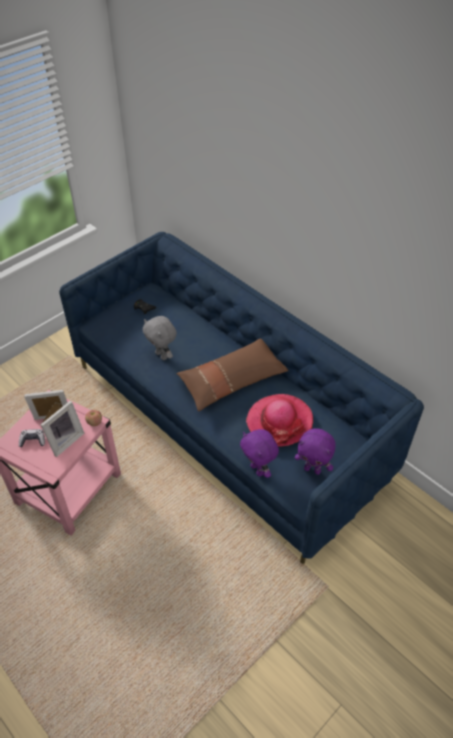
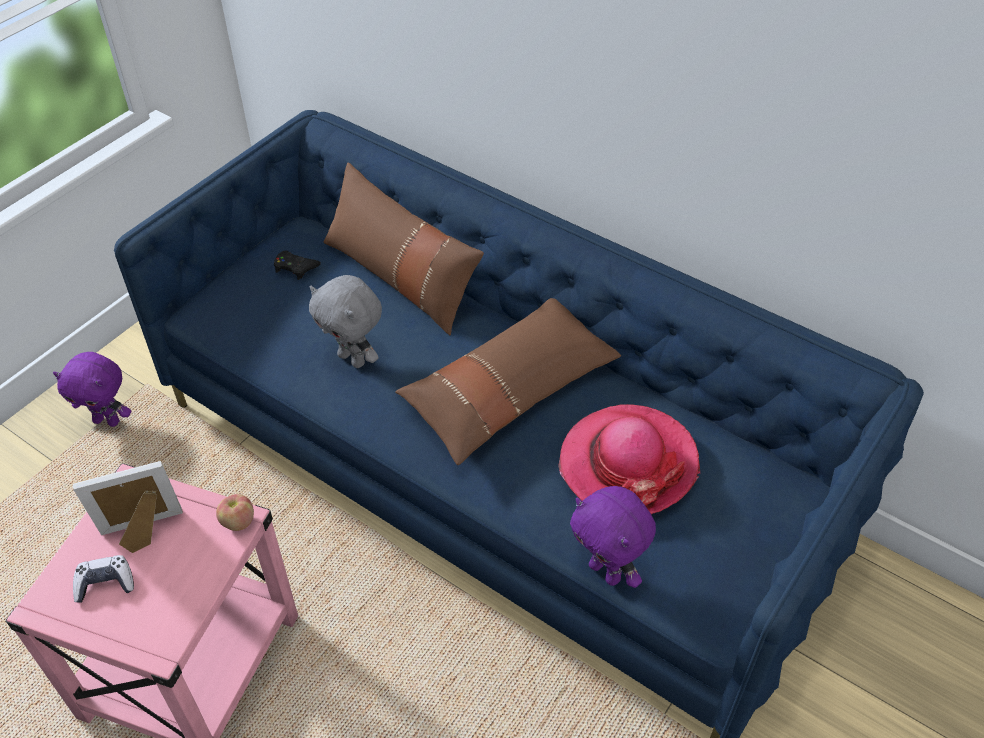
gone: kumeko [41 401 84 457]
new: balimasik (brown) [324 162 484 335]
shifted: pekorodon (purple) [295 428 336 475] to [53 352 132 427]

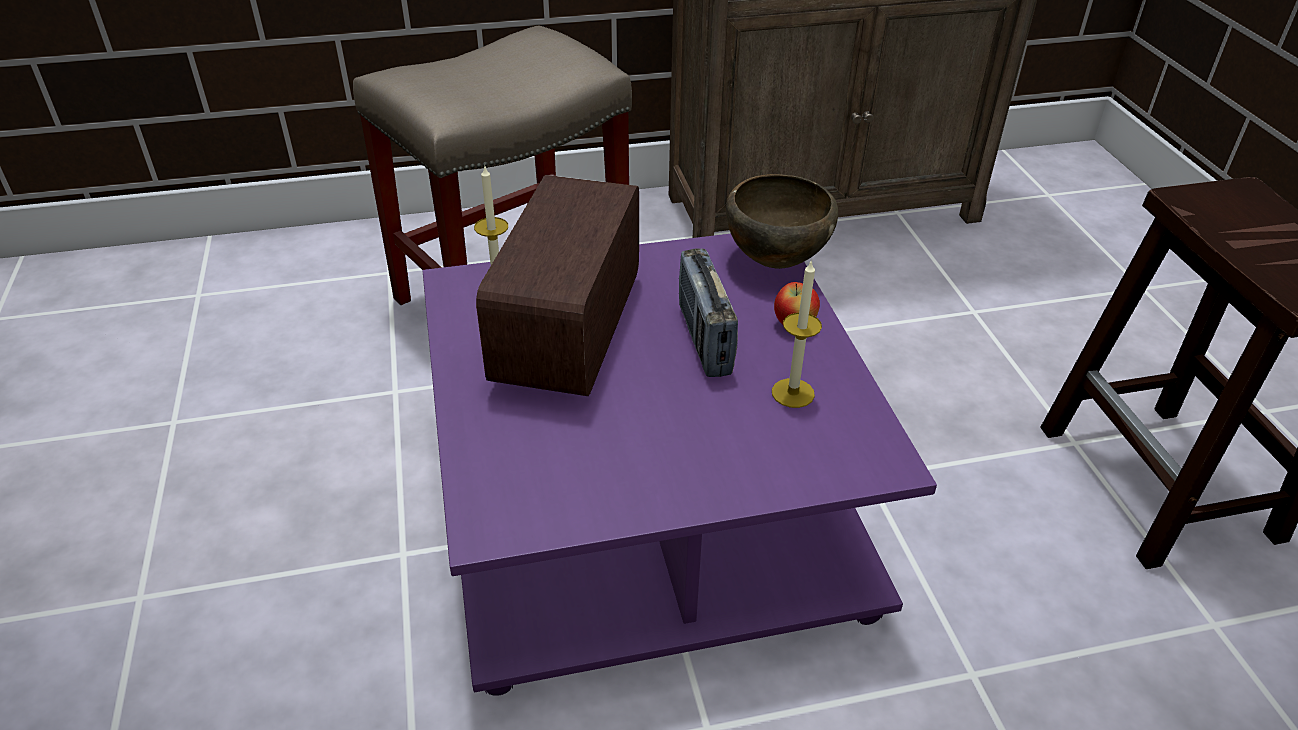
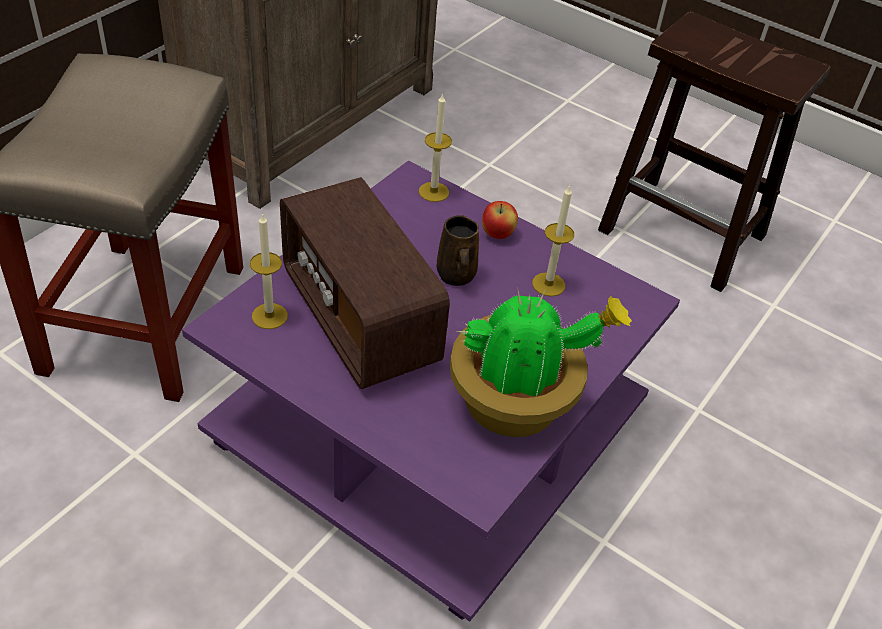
new: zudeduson [450 291 632 437]
swapped: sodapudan [679 248 738 377] to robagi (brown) [437 215 479 286]; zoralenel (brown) [726 174 838 269] to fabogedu [419 93 452 202]

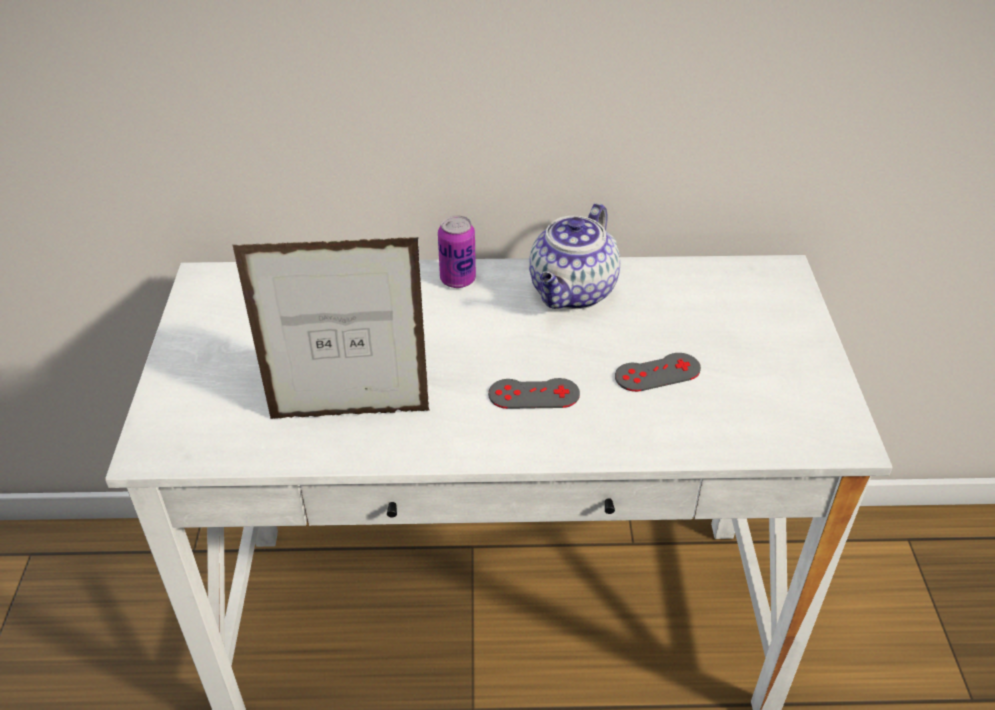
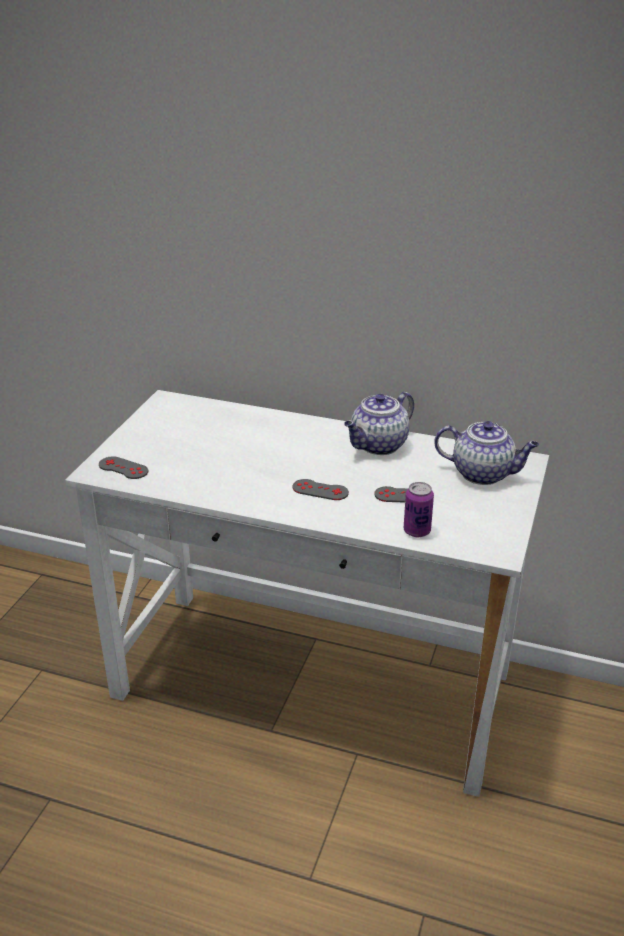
gone: kumeko [232 237 430 419]
new: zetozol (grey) [99 456 148 479]; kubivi [434 421 539 485]
shifted: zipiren [438 215 476 288] to [404 482 434 537]

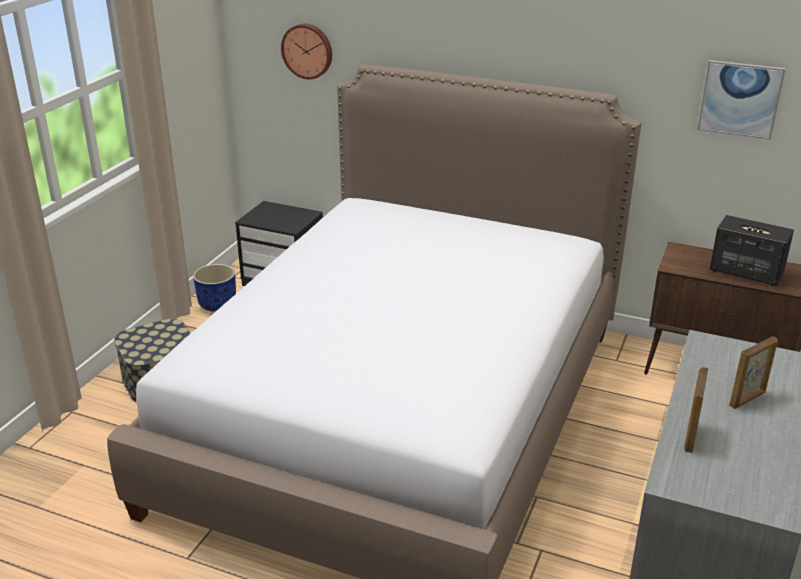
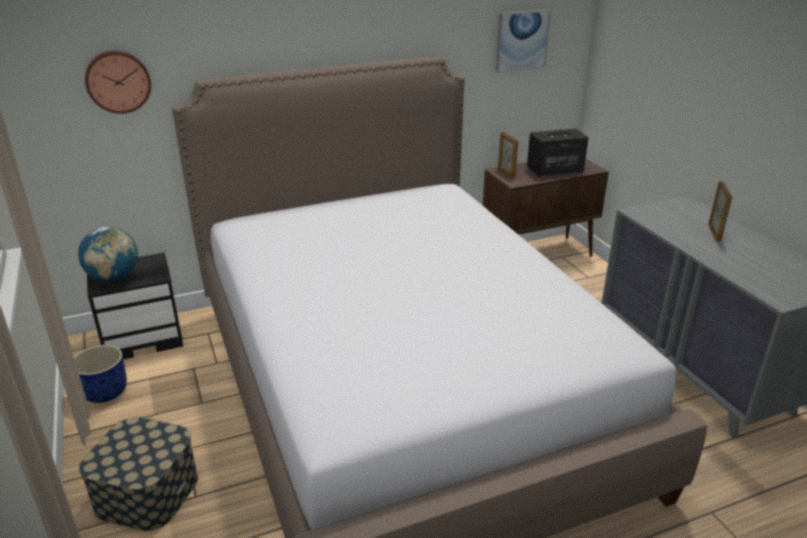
new: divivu [78 226 138 282]
shifted: kumeko [684 367 709 453] to [498 132 519 178]

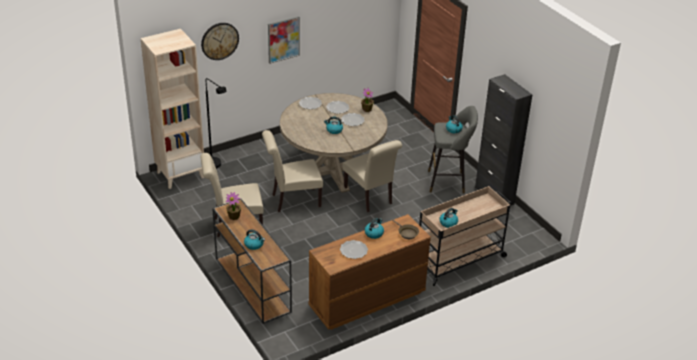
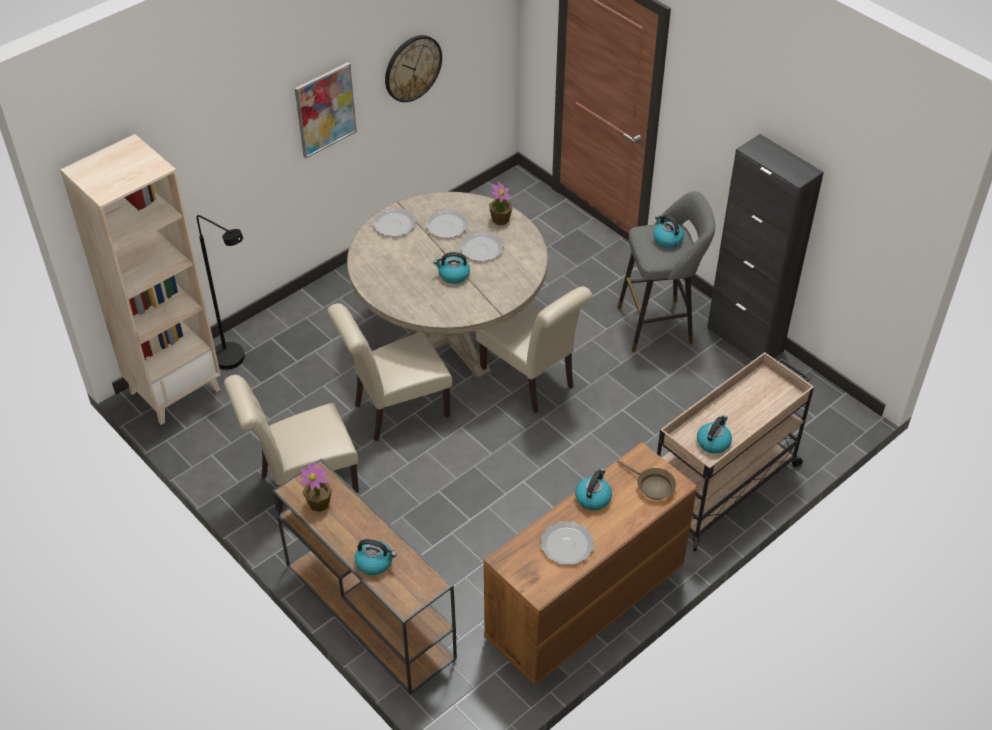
shifted: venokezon [201 23 239 60] to [385 35 442 102]

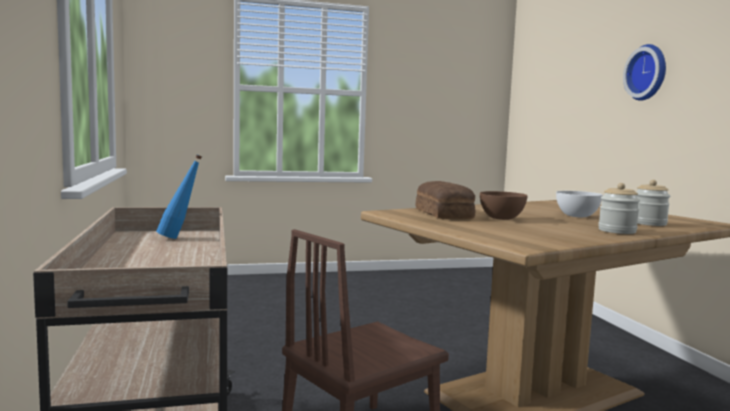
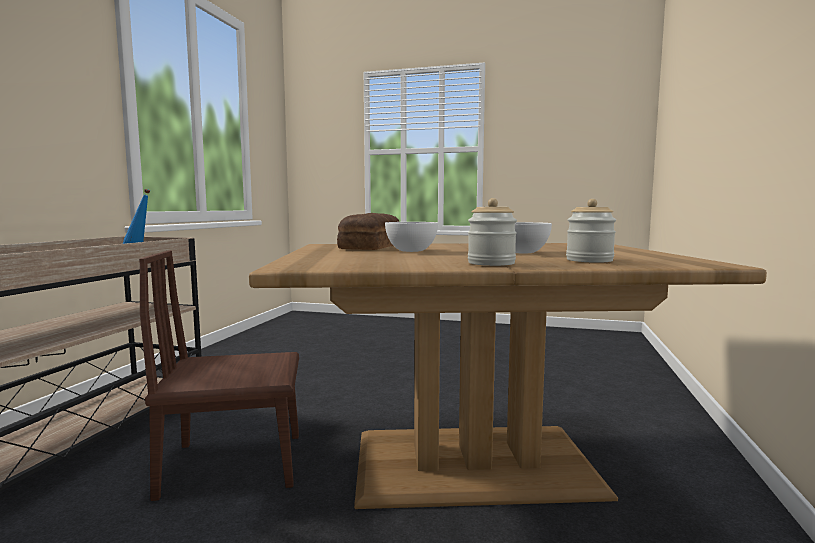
gone: venokezon [623 44 666 101]
repainted: zoralenel (brown) [480 191 527 220] to zoralenel (white) [385 222 438 252]

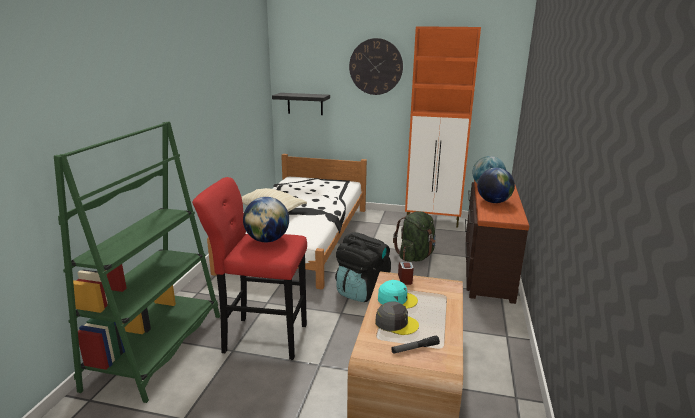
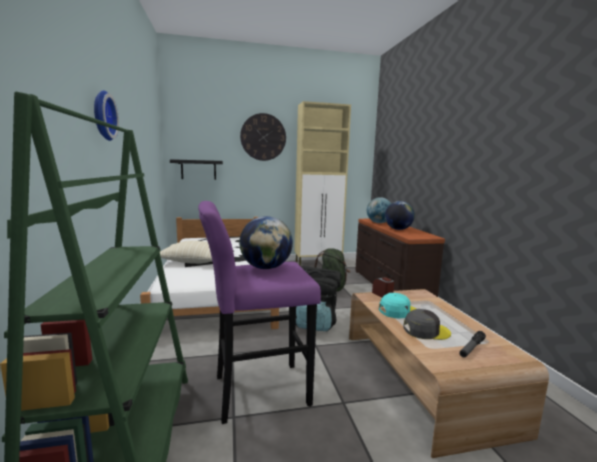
new: venokezon [94 90 119 141]
repainted: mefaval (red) [192 177 307 360] to mefaval (purple) [198 201 321 424]; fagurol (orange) [405 26 481 228] to fagurol (beige) [294 101 351 266]

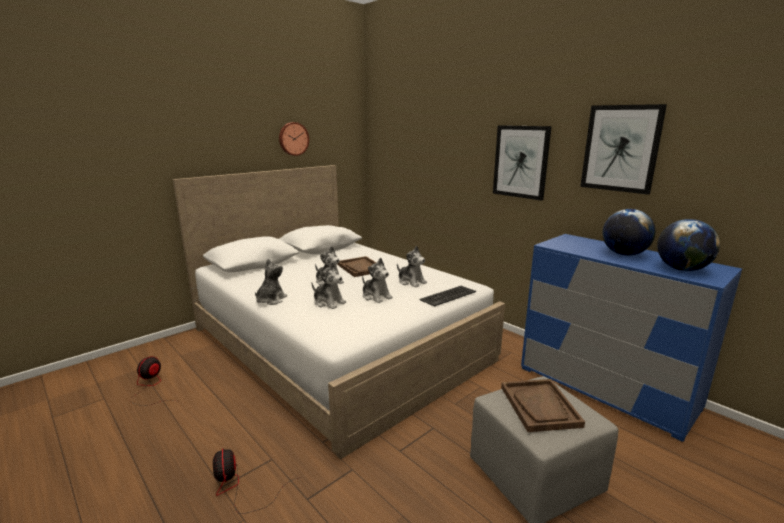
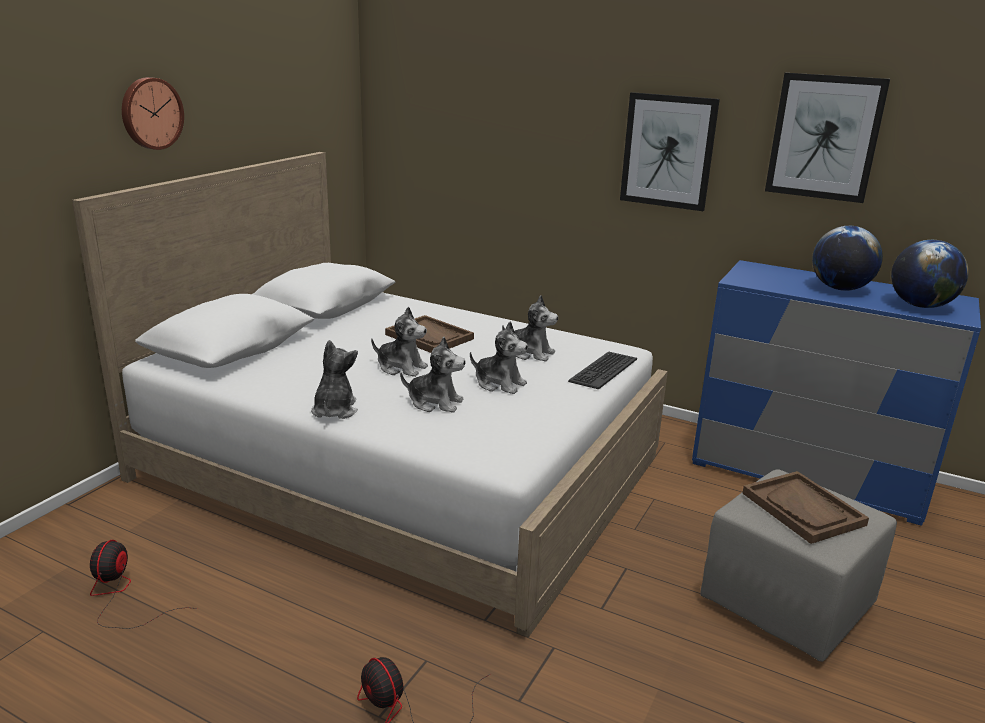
shifted: venokezon [279 122 309 156] to [122 77 184 150]

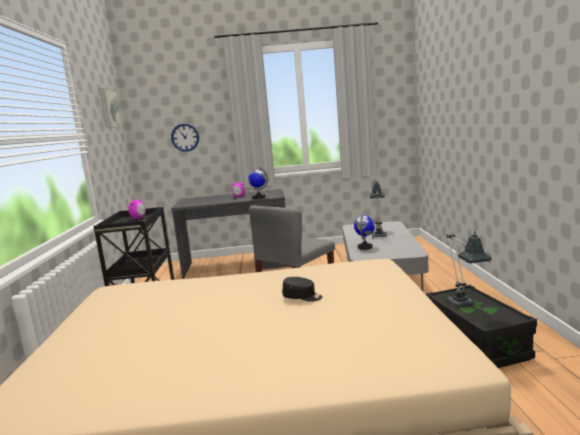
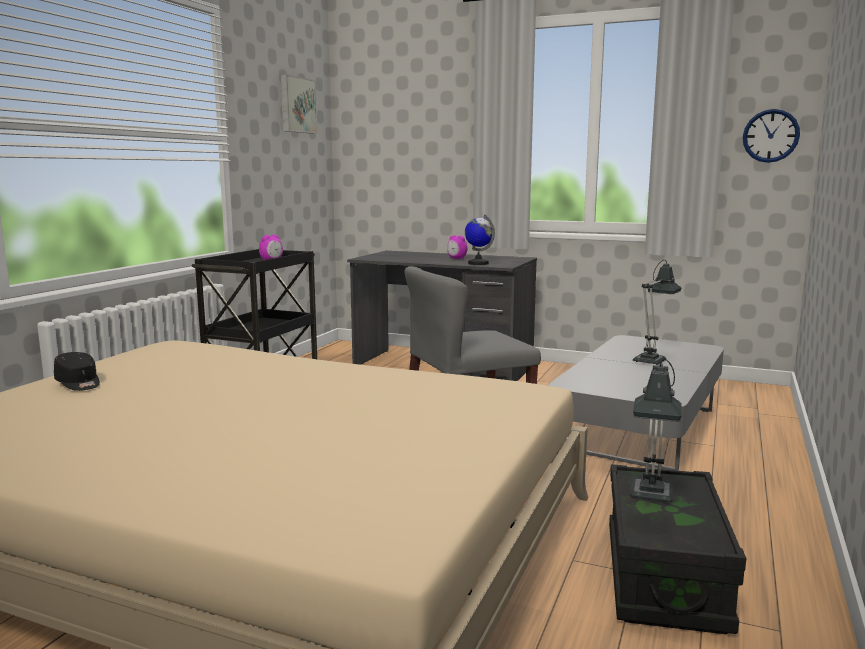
gone: divivu [354 214 375 250]
shifted: venokezon [171 124 199 152] to [743 109 800 163]; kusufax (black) [282 277 322 302] to [54 352 100 391]

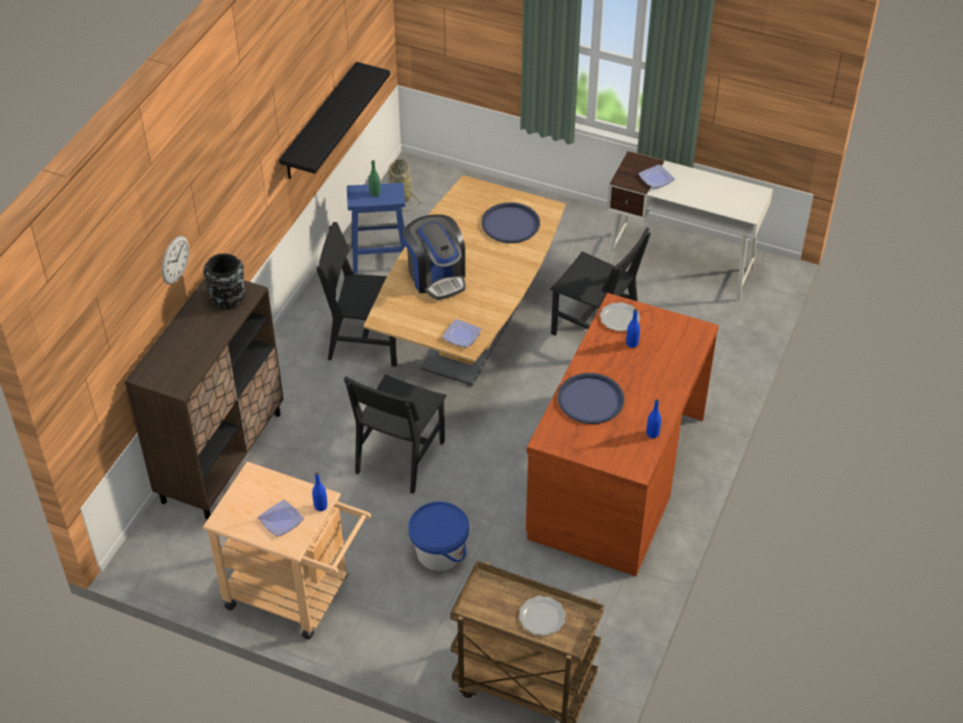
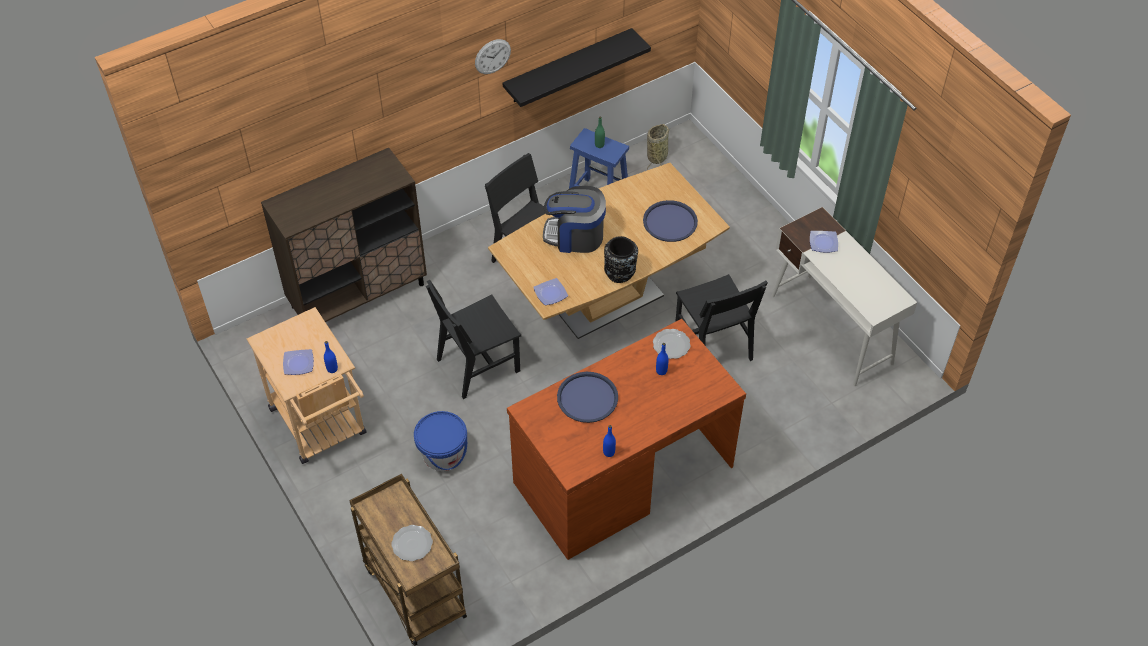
shifted: venokezon [162 236 189 284] to [475 39 511 74]; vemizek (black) [203 254 245 310] to [604 236 638 283]
rotated: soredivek [403 214 466 300] = [543 186 606 253] 90 degrees clockwise

